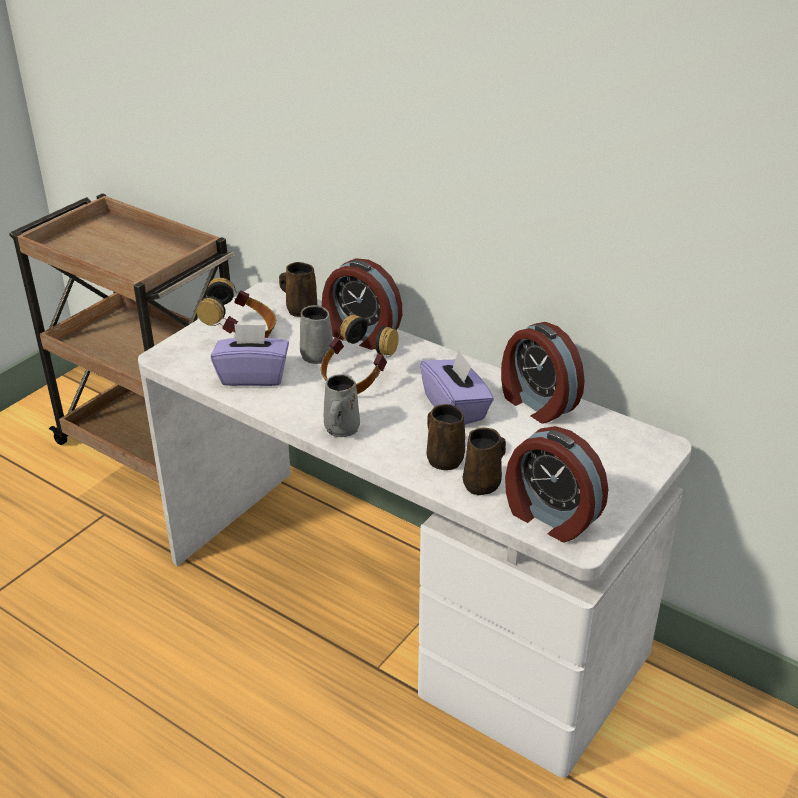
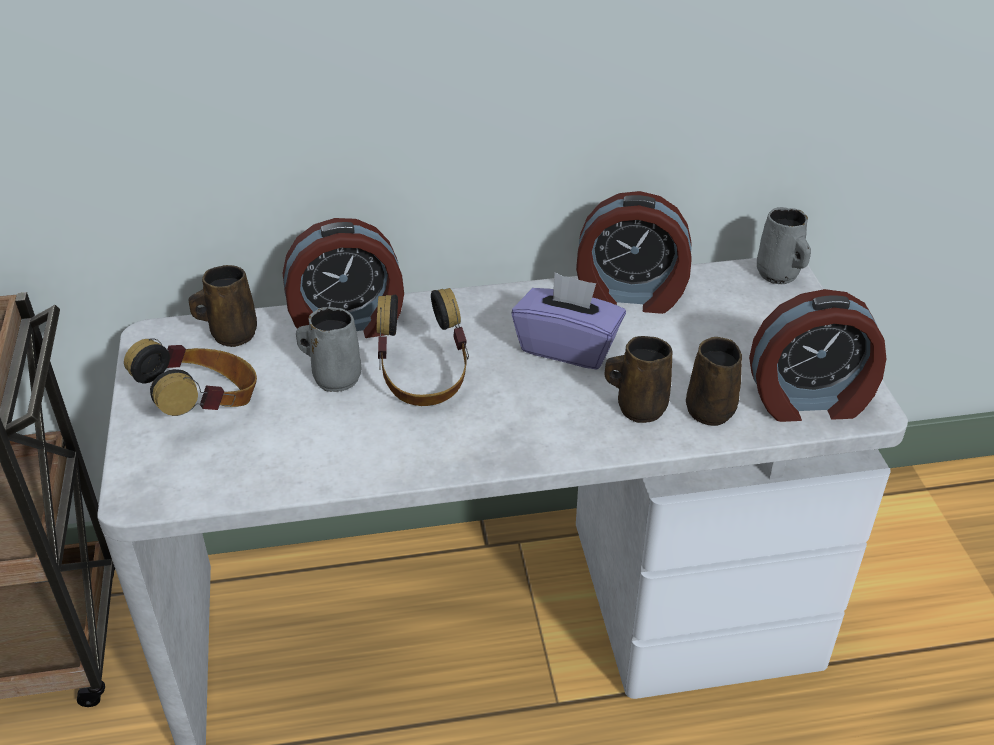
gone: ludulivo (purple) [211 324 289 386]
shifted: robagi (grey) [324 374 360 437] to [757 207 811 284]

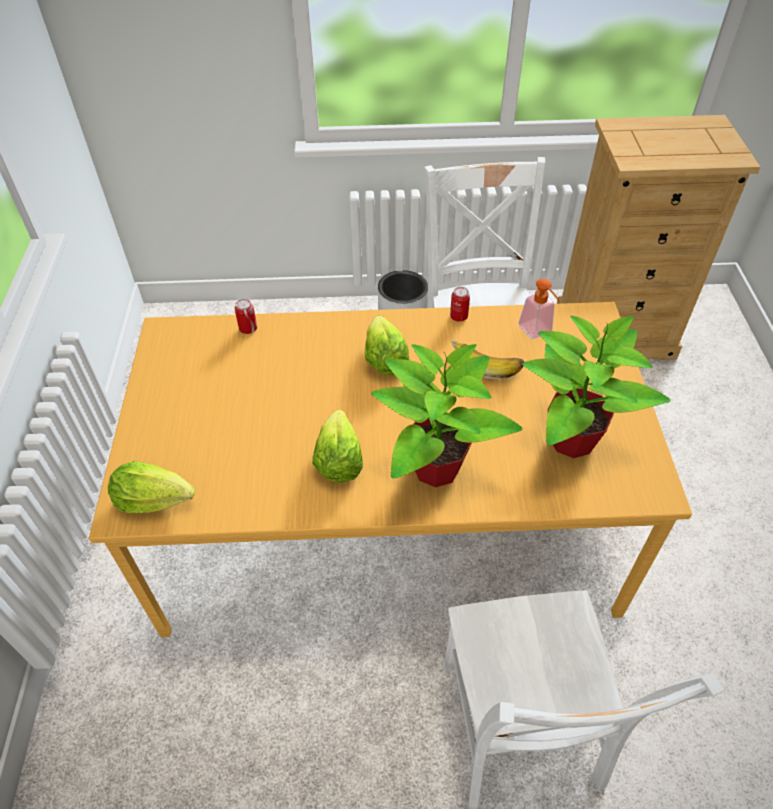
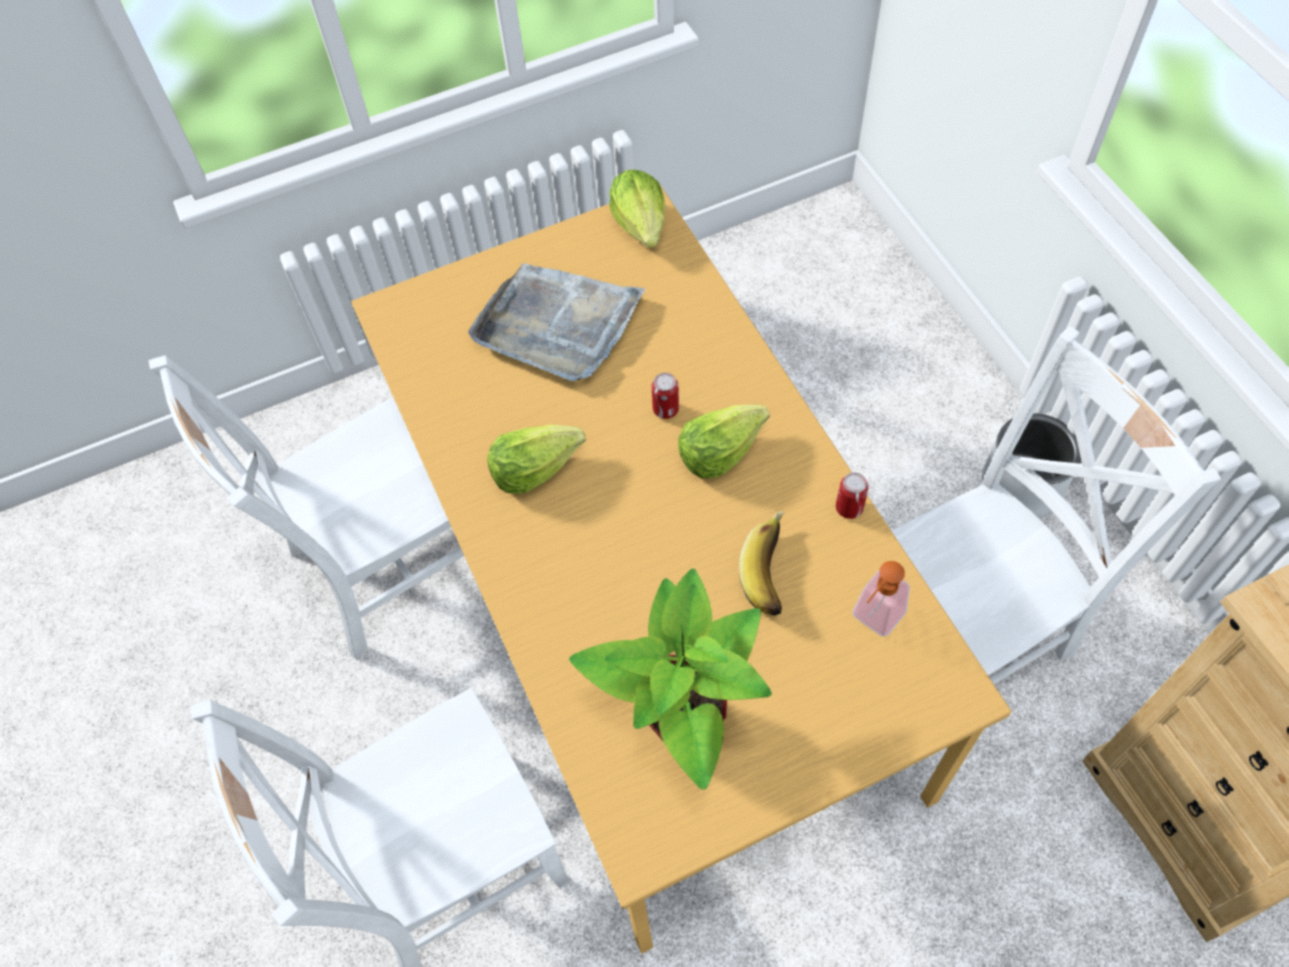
gone: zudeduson [371 344 522 487]
new: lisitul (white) [149 355 464 659]; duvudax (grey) [468 263 646 381]
shifted: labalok [108 461 195 513] to [609 170 665 248]; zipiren [235 299 257 334] to [652 373 679 419]

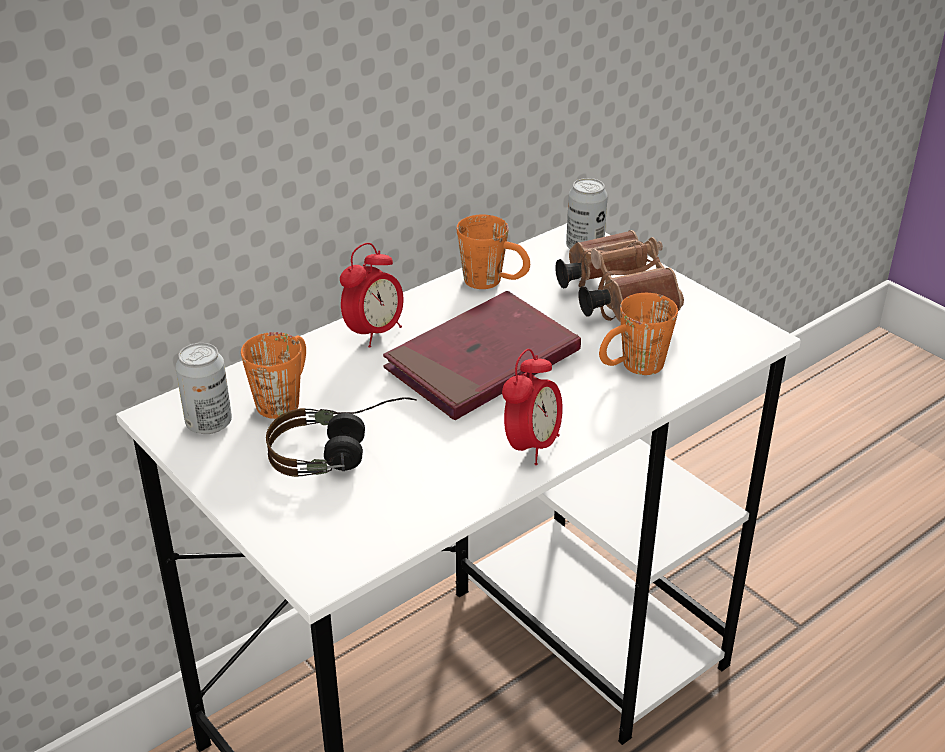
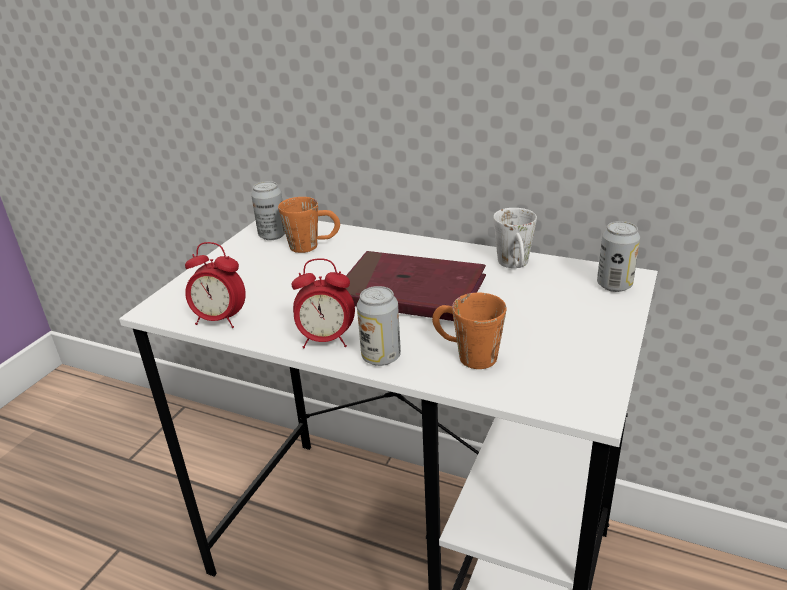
gone: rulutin [266 397 417 477]; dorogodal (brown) [555 230 684 322]
new: zipiren [357 286 401 366]
shifted: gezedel [340 243 403 348] to [185 242 246 328]
repainted: robagi (orange) [457 215 530 289] to robagi (white) [493 208 537 268]

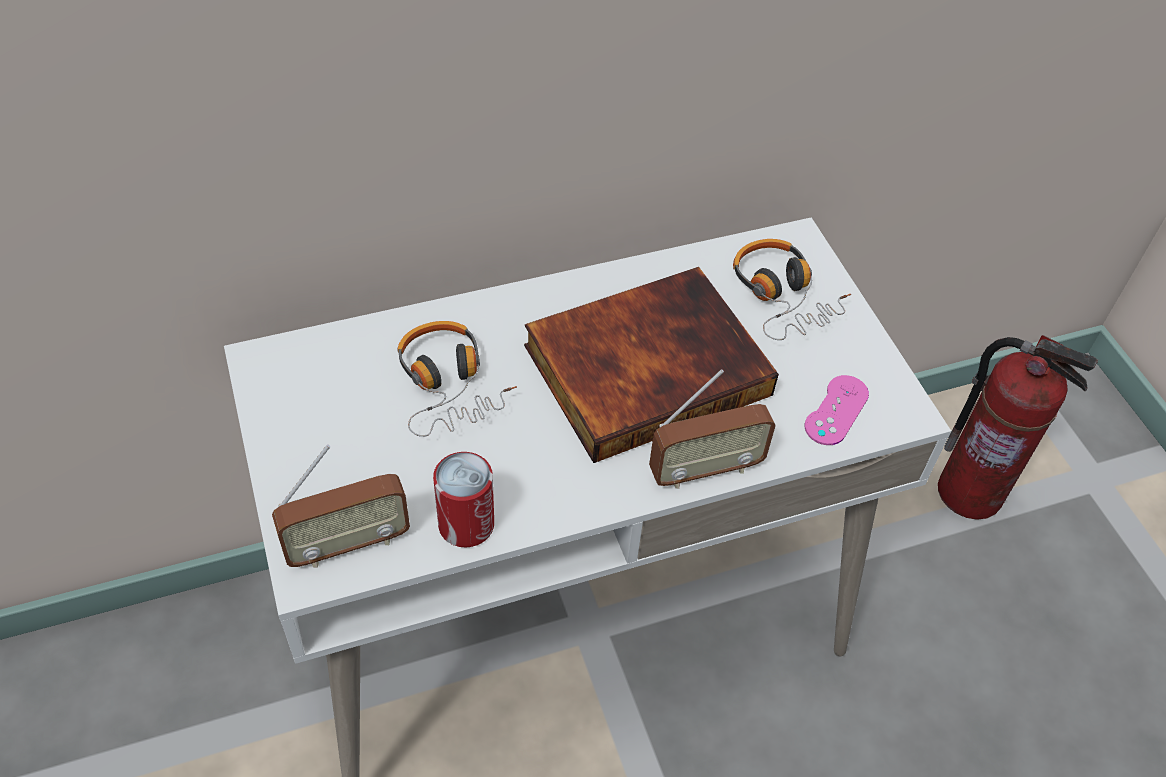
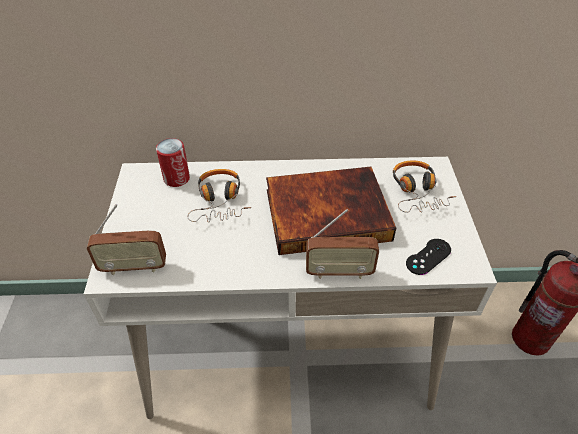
shifted: zipiren [433 452 494 547] to [156 138 190 187]
repainted: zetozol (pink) [805 375 869 445] to zetozol (black) [406 239 451 275]

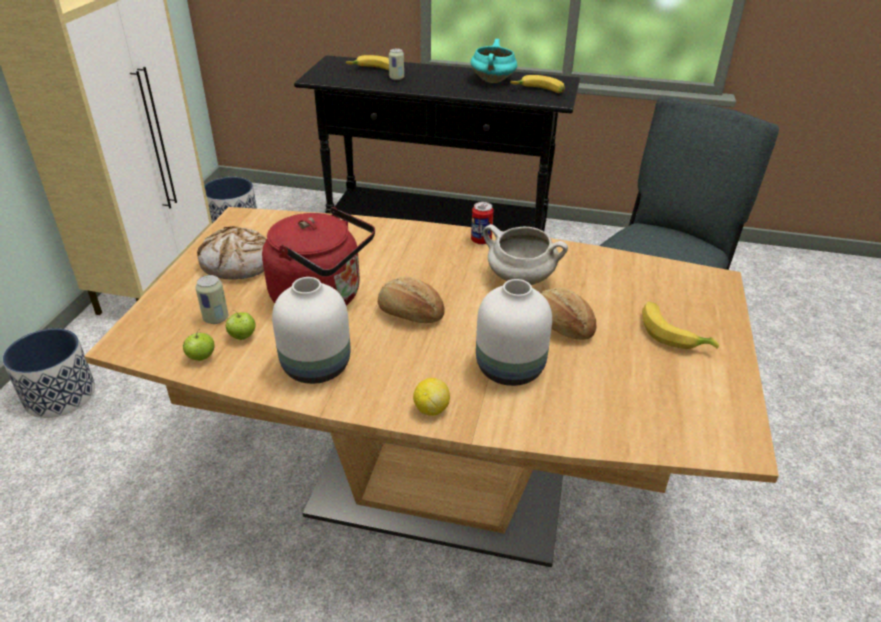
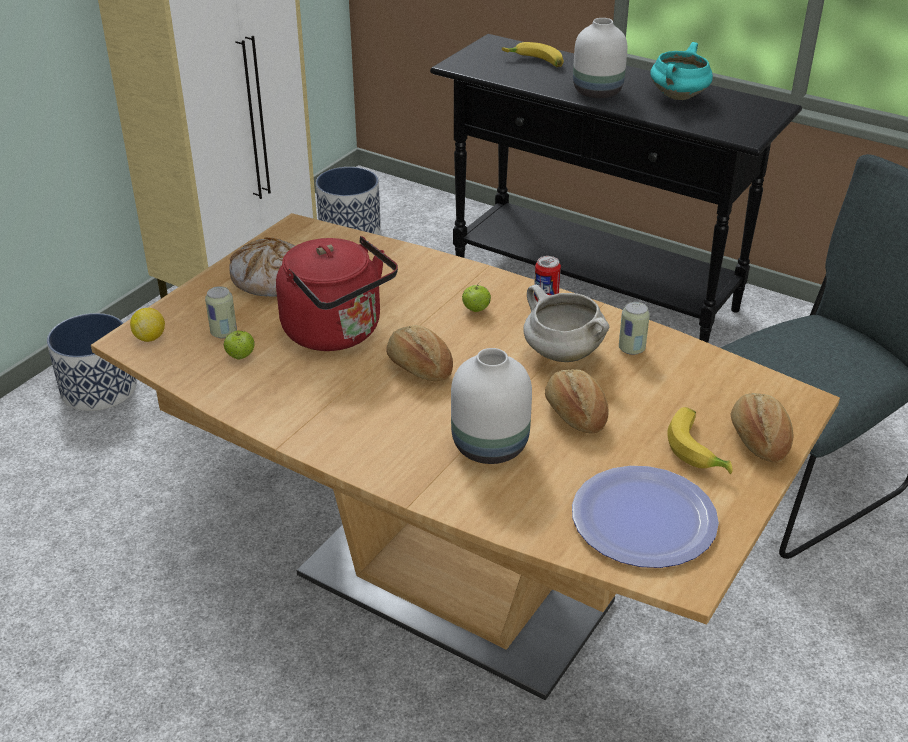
gone: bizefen [510 75 565 93]
new: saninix [572 466 719 568]; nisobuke [731 393 793 463]
shifted: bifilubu [183 329 215 361] to [462 282 491 312]; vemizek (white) [272 277 351 384] to [573 18 627 98]; zipiren [389 49 404 80] to [619 302 650 355]; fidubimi [413 378 450 415] to [130 308 165 342]

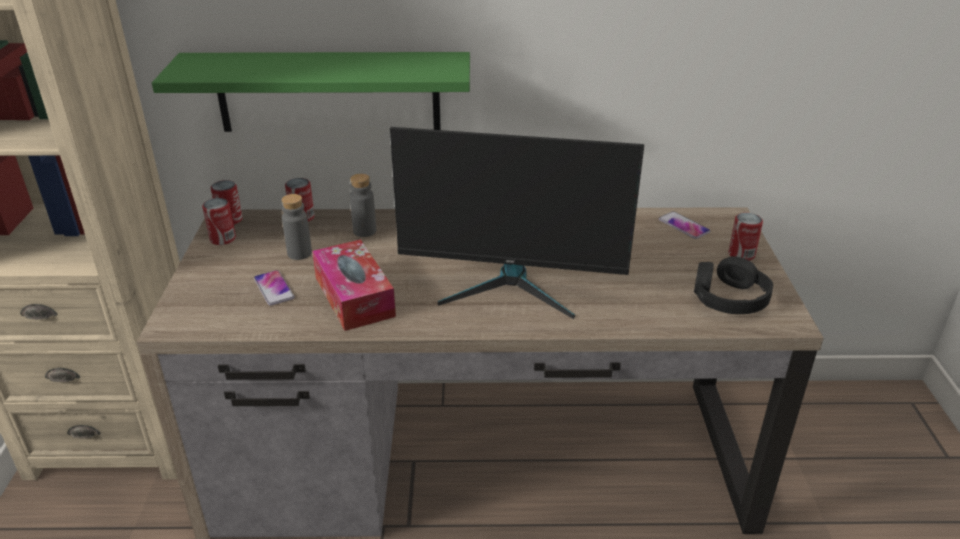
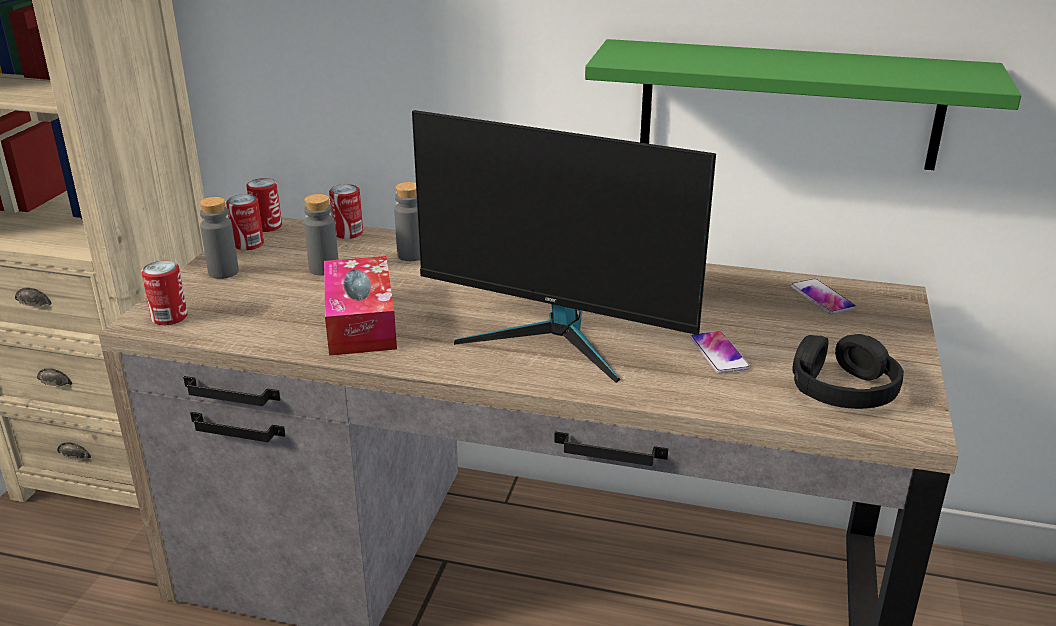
new: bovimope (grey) [199 197 239 279]
shifted: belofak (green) [152 52 470 132] to [585 39 1021 170]; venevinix [254 270 295 306] to [690 331 750 374]; zipiren [728 213 763 261] to [141 261 188 325]

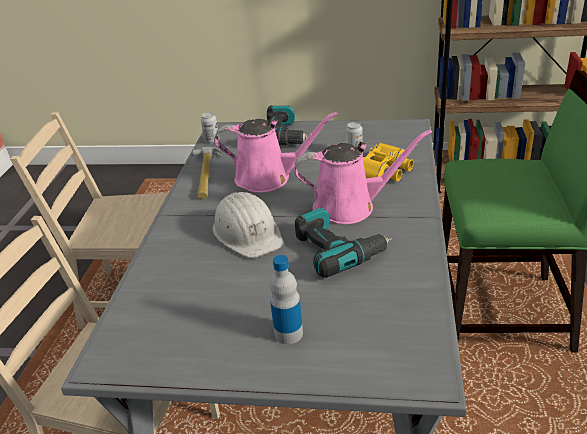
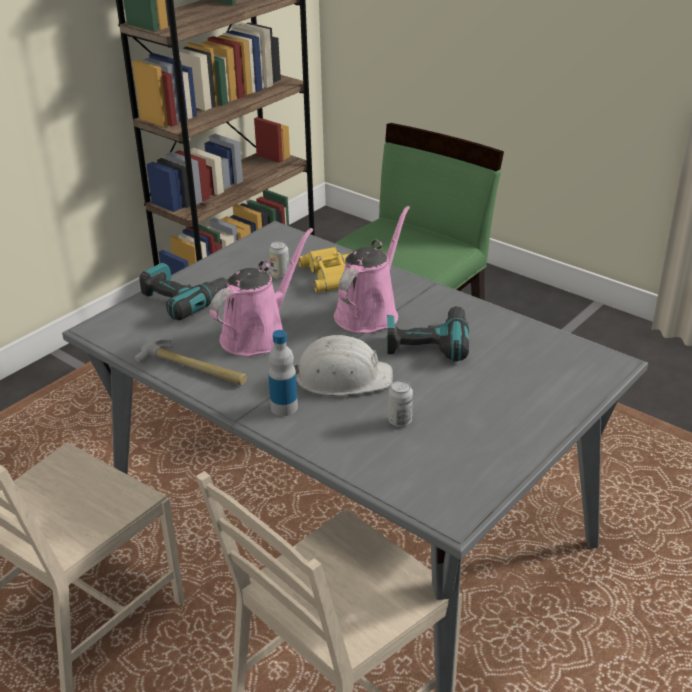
shifted: zipiren [201 112 219 143] to [388 381 413 427]; bovimope [270 255 303 344] to [268 330 298 416]

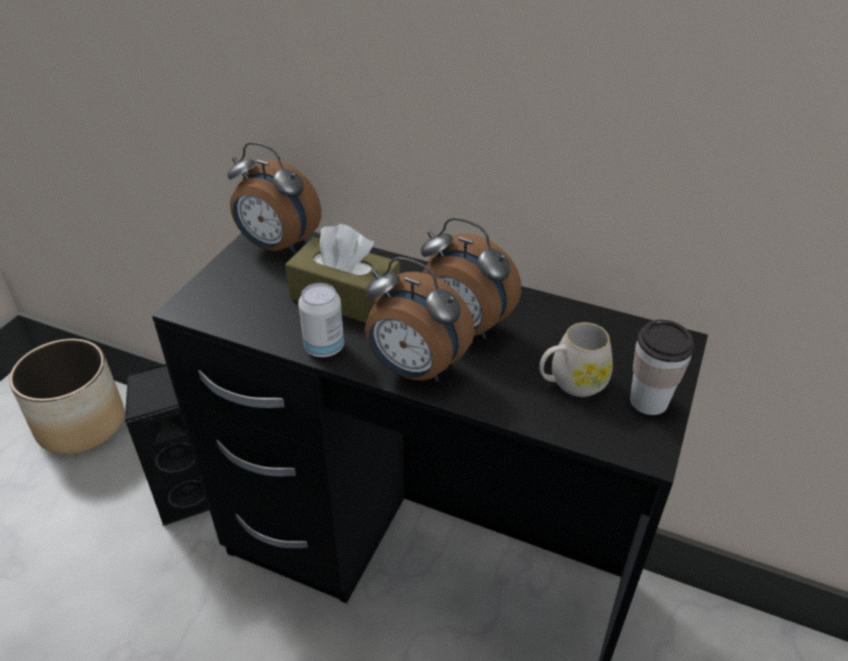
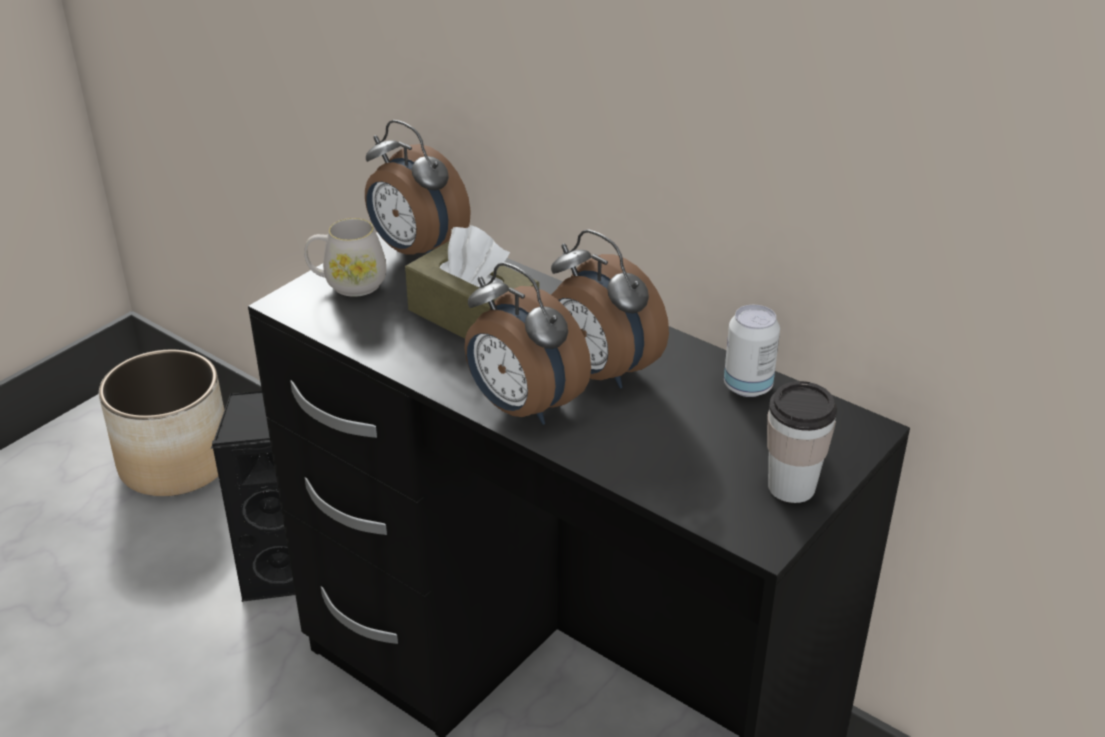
shifted: zipiren [298 283 344 357] to [724 305 780 397]; robagi (white) [539 322 613 397] to [304 218 386 297]

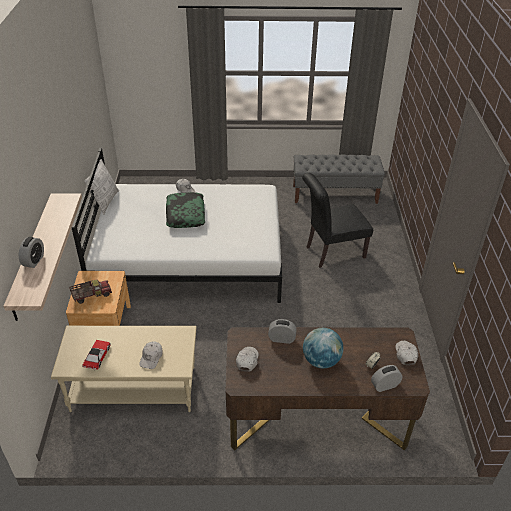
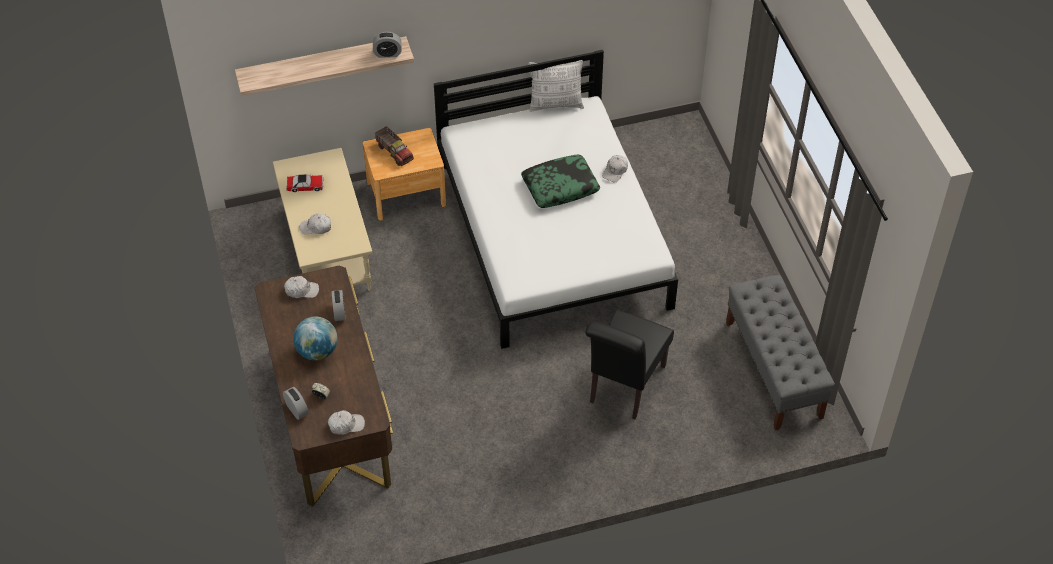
shifted: gezedel [19 237 44 268] to [373 32 402 58]
rotated: lisitul (black) [302 173 373 268] = [585 310 674 420] 120 degrees counterclockwise

